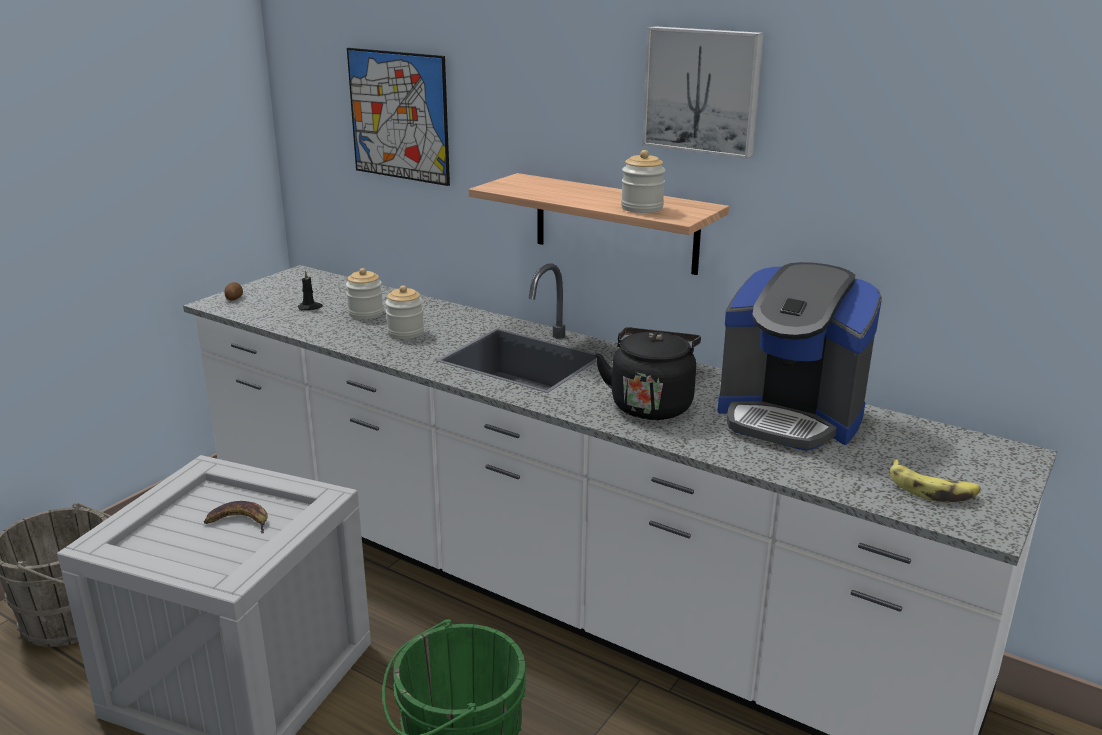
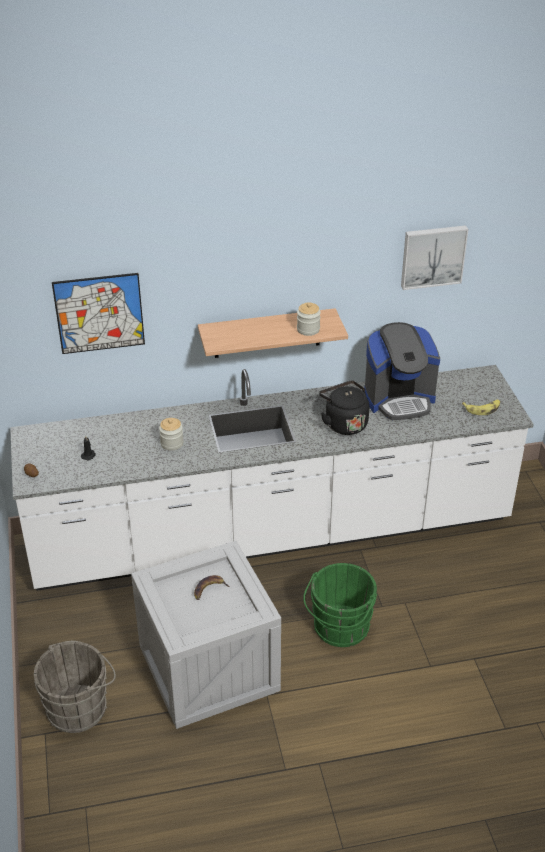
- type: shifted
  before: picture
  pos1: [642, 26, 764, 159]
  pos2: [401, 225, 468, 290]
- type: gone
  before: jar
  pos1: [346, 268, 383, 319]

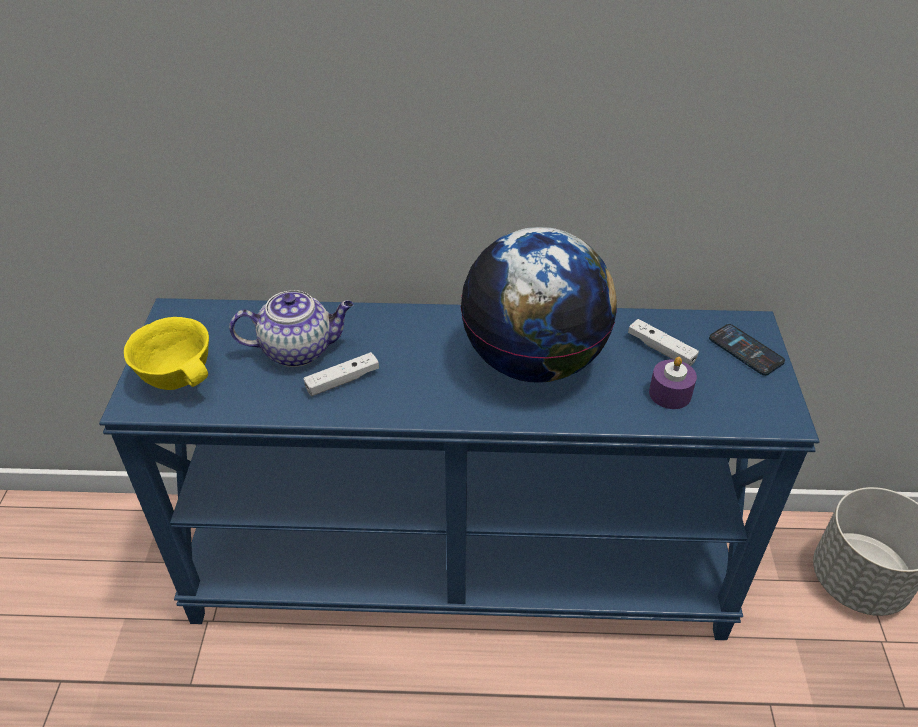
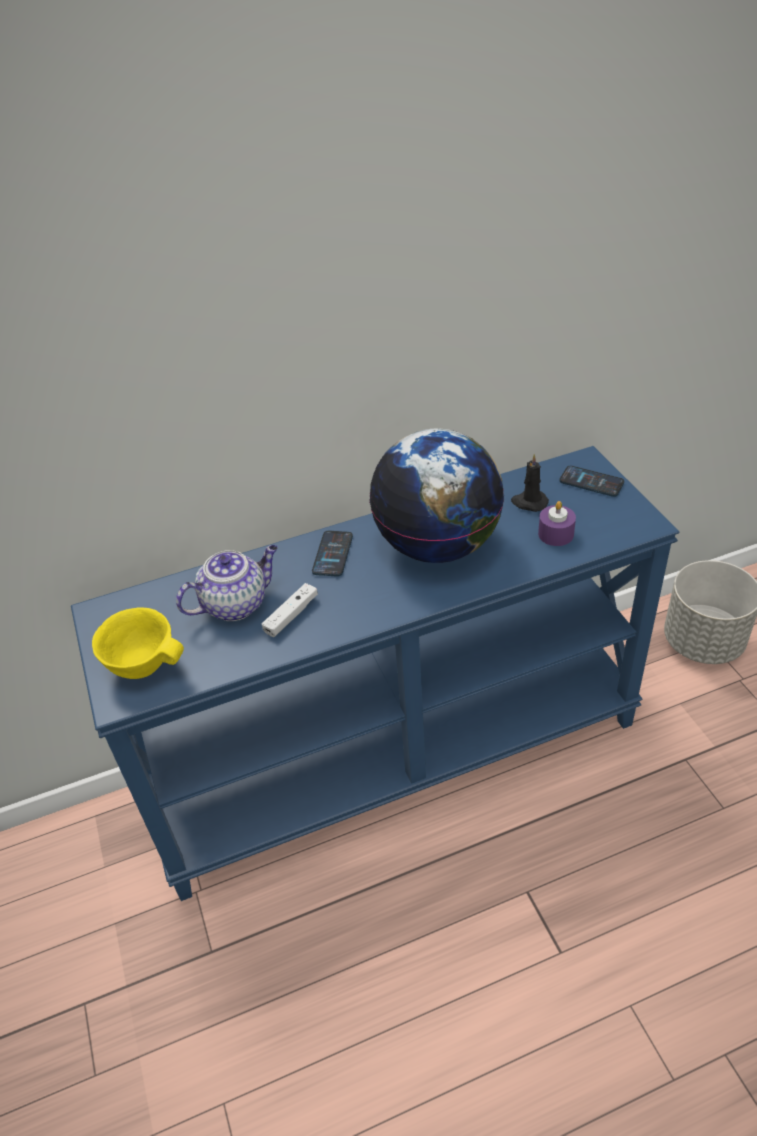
- type: new
  after: phone
  pos2: [312, 531, 353, 577]
- type: swapped
  before: white game controller
  after: black candle
  pos1: [628, 319, 699, 366]
  pos2: [511, 454, 549, 512]

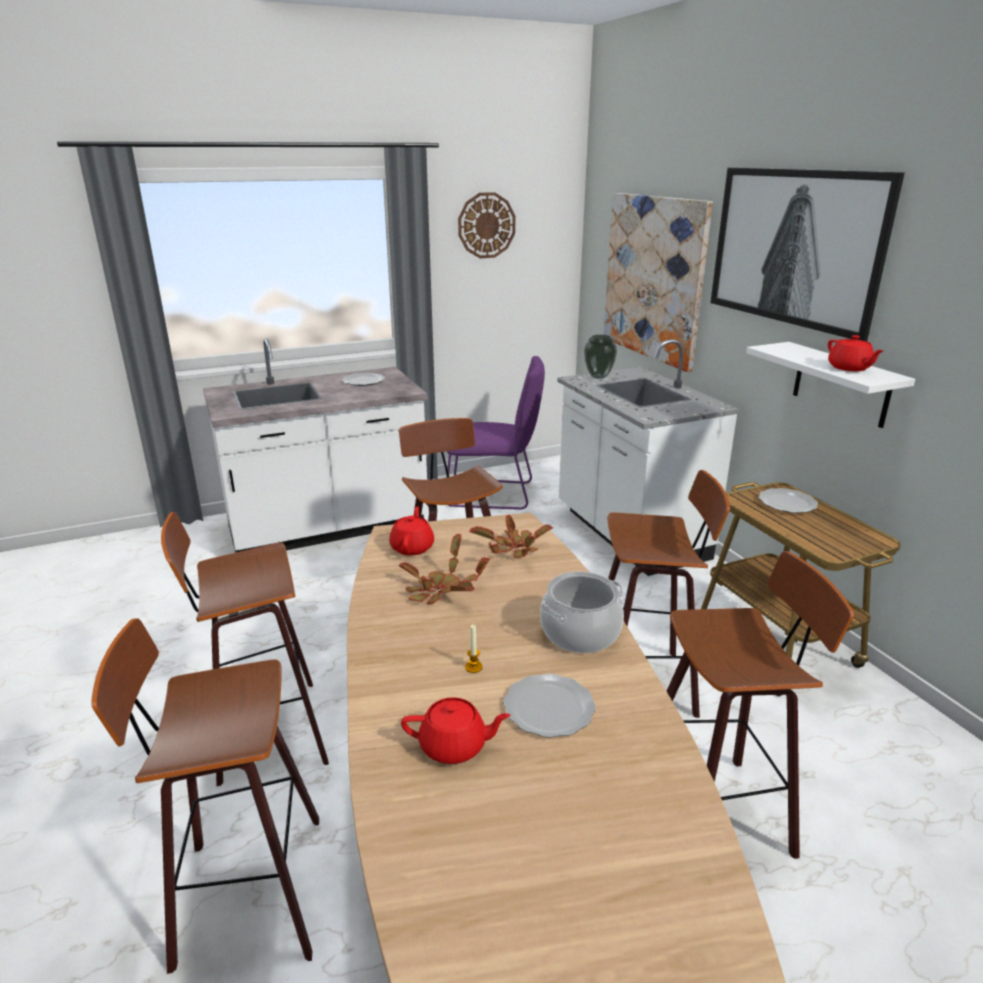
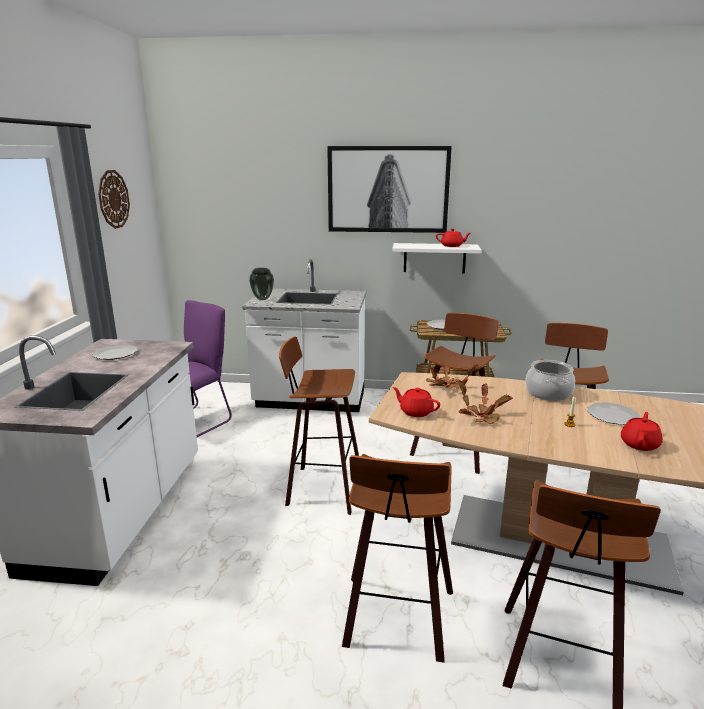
- type: gone
  before: picture
  pos1: [604, 193, 713, 372]

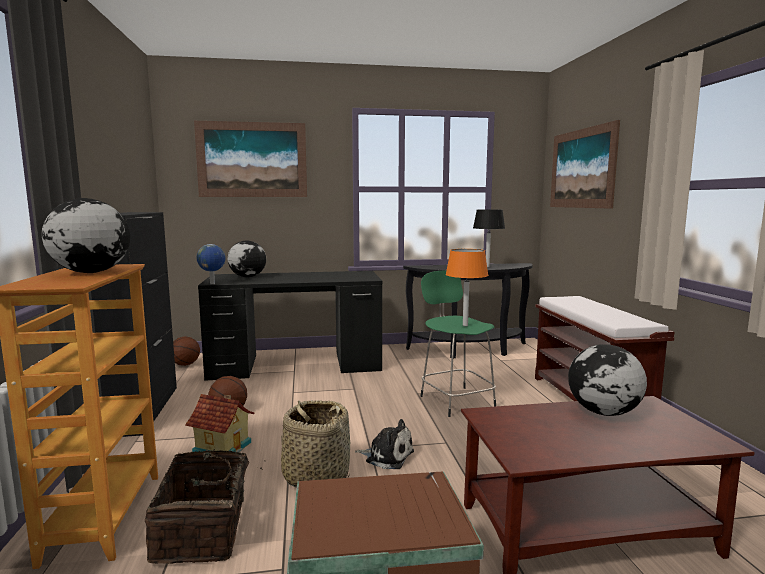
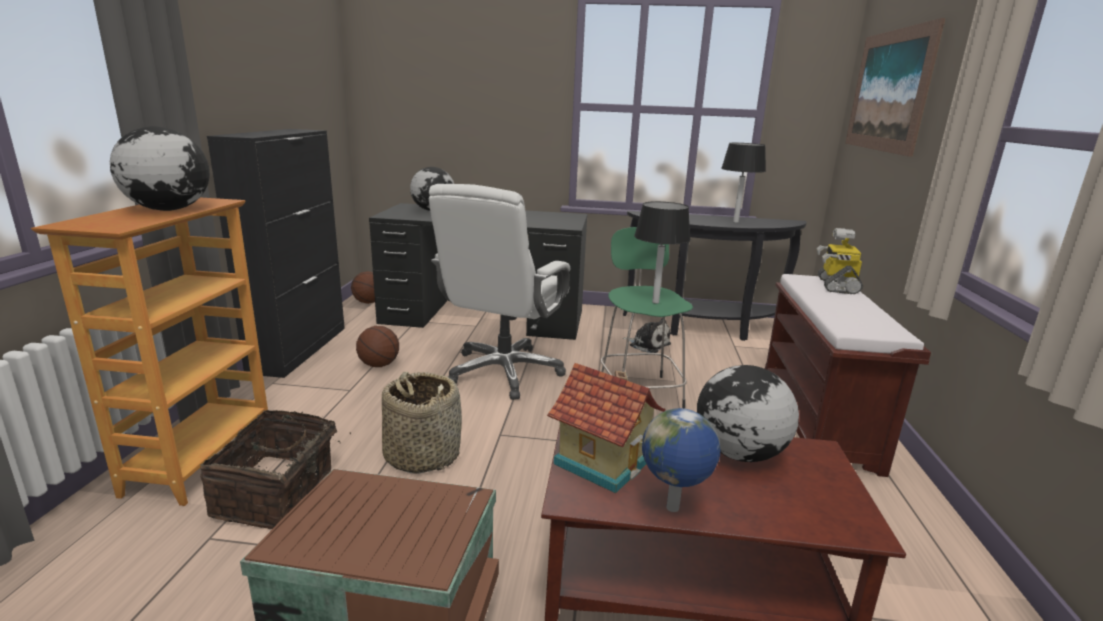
- type: new
  after: white office chair
  pos2: [429, 184, 570, 400]
- type: shifted
  before: toy house
  pos1: [185, 394, 255, 452]
  pos2: [547, 363, 666, 493]
- type: shifted
  before: plush toy
  pos1: [355, 419, 414, 469]
  pos2: [623, 318, 671, 353]
- type: repainted
  before: orange table lamp
  after: black table lamp
  pos1: [445, 249, 489, 326]
  pos2: [634, 201, 691, 304]
- type: shifted
  before: globe
  pos1: [196, 244, 225, 284]
  pos2: [642, 408, 720, 512]
- type: new
  after: toy robot
  pos2: [817, 228, 863, 294]
- type: gone
  before: picture
  pos1: [194, 121, 307, 197]

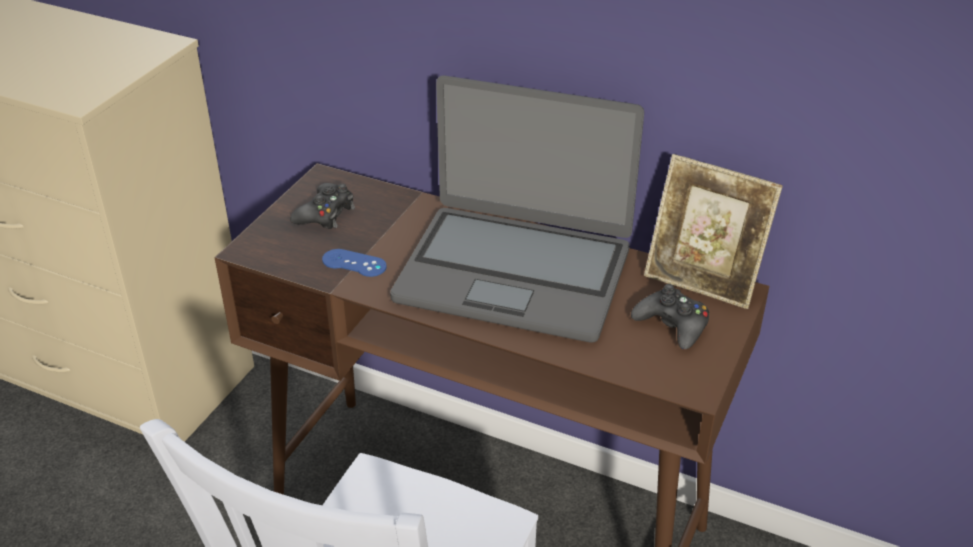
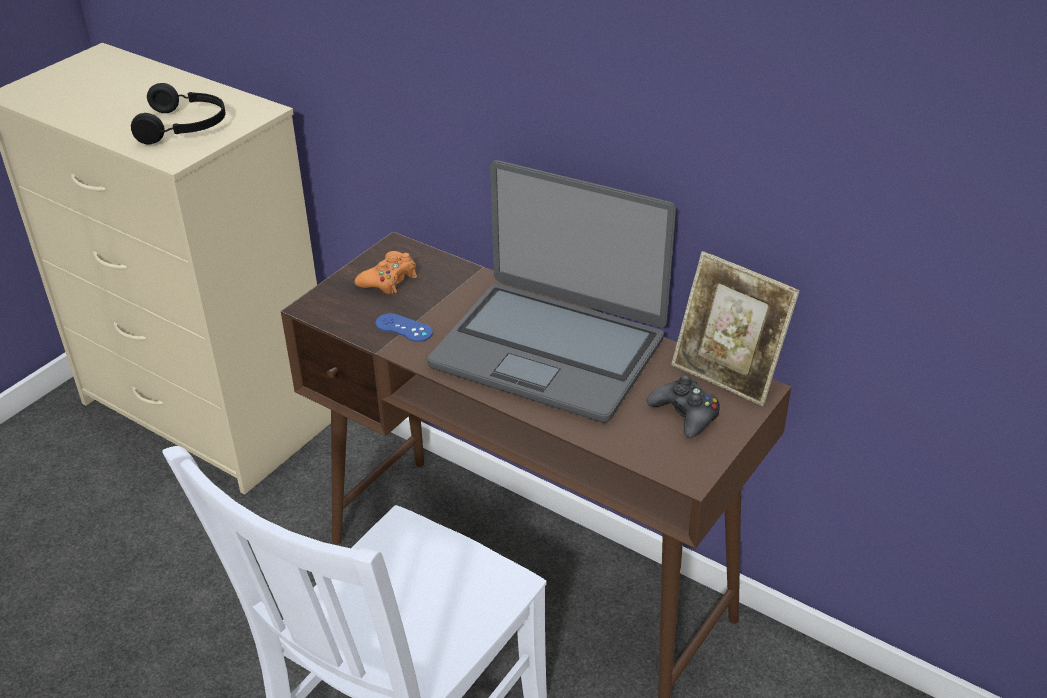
- type: new
  after: black headphones
  pos2: [131, 83, 226, 144]
- type: repainted
  before: black game controller
  after: orange game controller
  pos1: [290, 183, 355, 229]
  pos2: [355, 251, 417, 294]

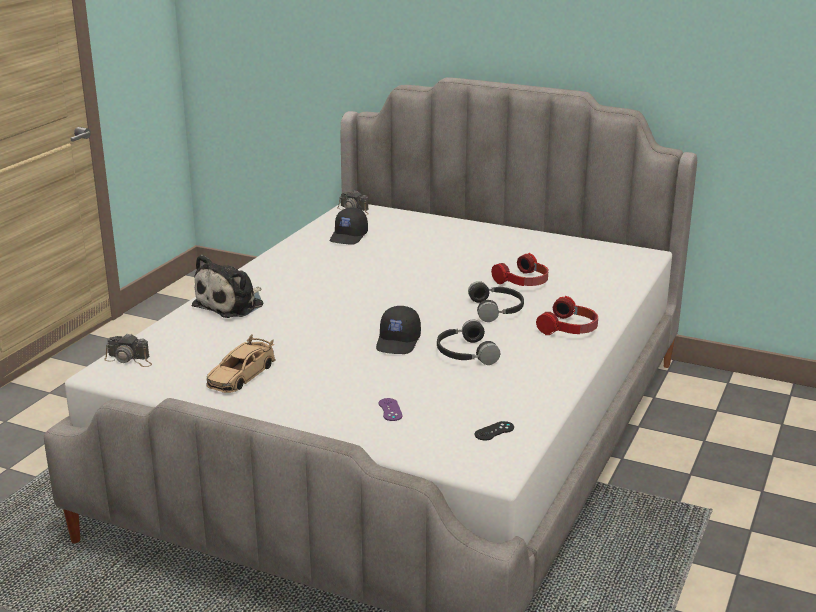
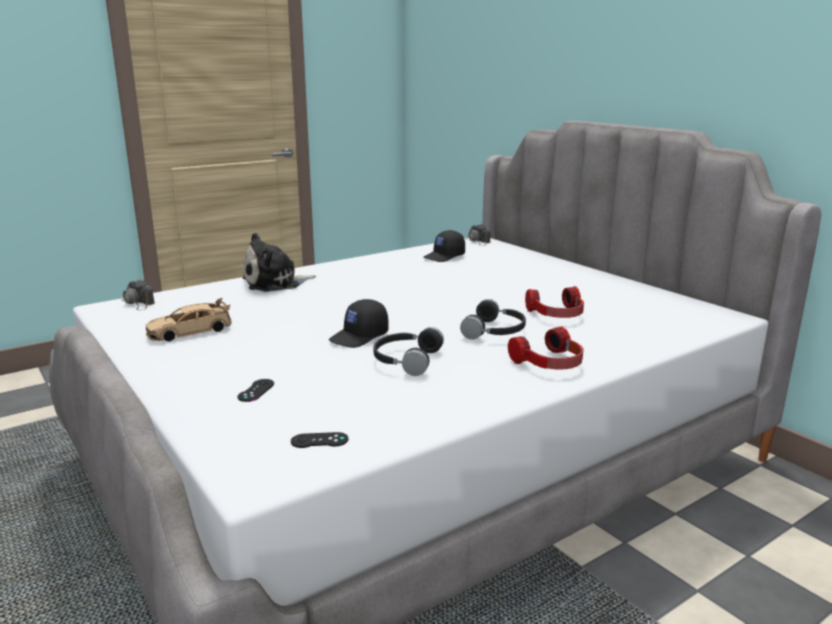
- type: repainted
  before: purple game controller
  after: black game controller
  pos1: [379, 398, 403, 421]
  pos2: [237, 379, 274, 402]

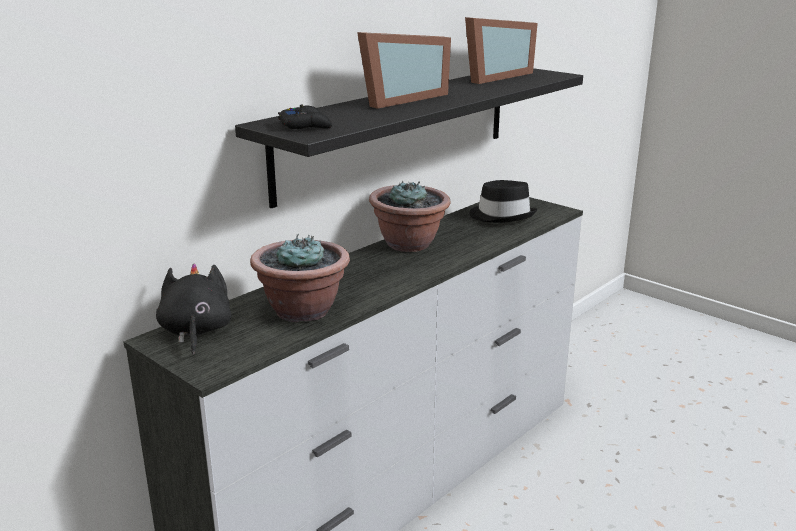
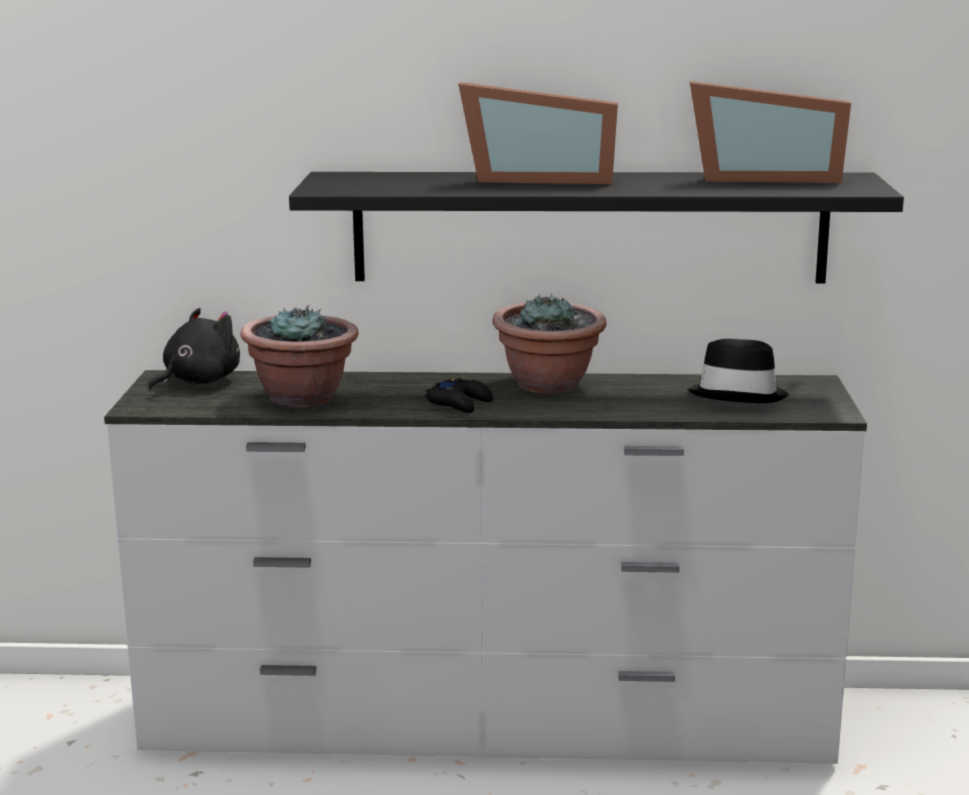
- type: shifted
  before: black game controller
  pos1: [278, 105, 332, 129]
  pos2: [425, 378, 493, 413]

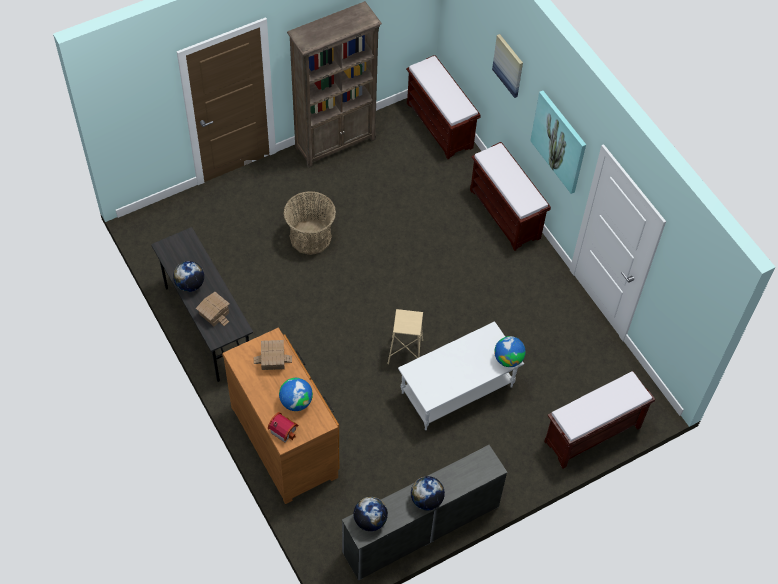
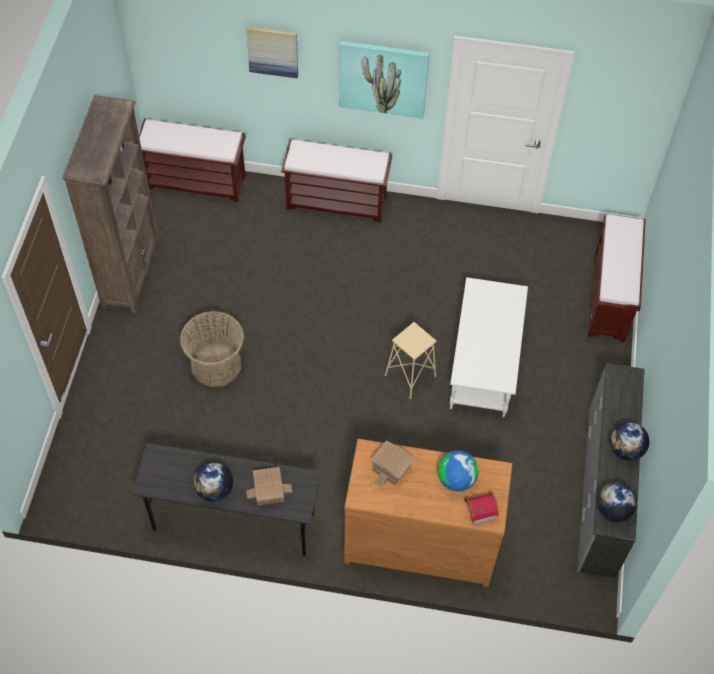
- type: gone
  before: globe
  pos1: [494, 336, 526, 367]

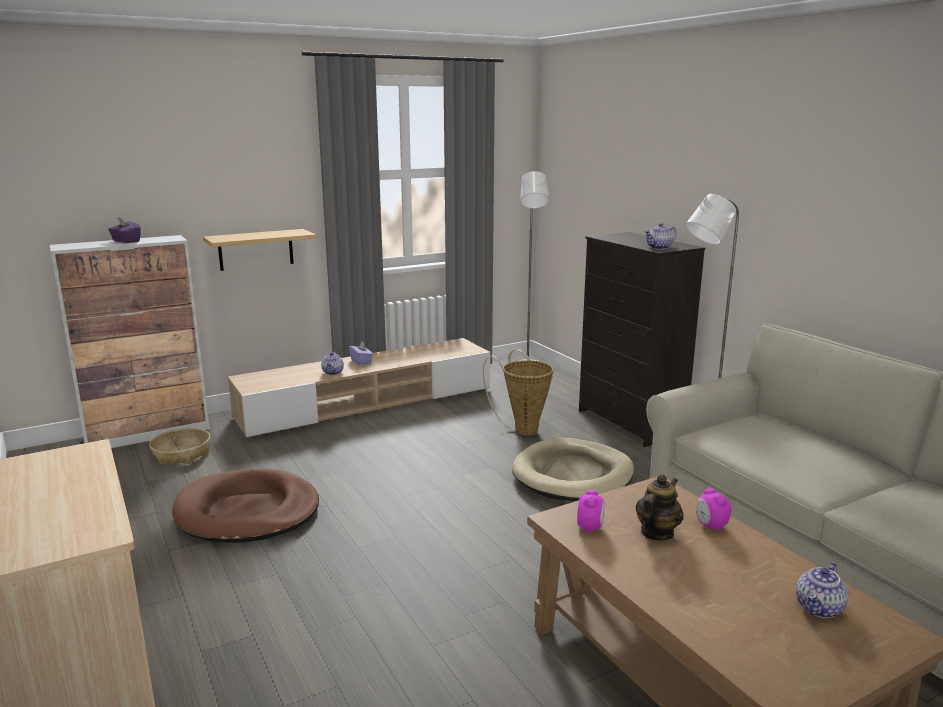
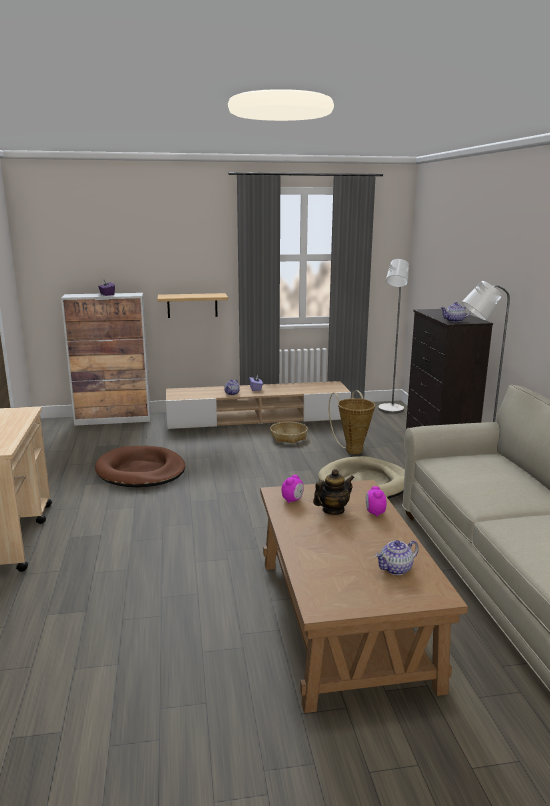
- type: shifted
  before: basket
  pos1: [149, 428, 210, 464]
  pos2: [270, 422, 308, 444]

